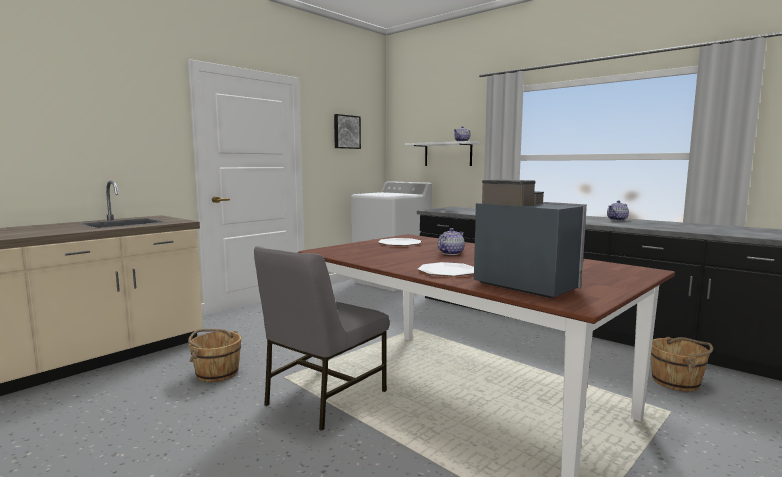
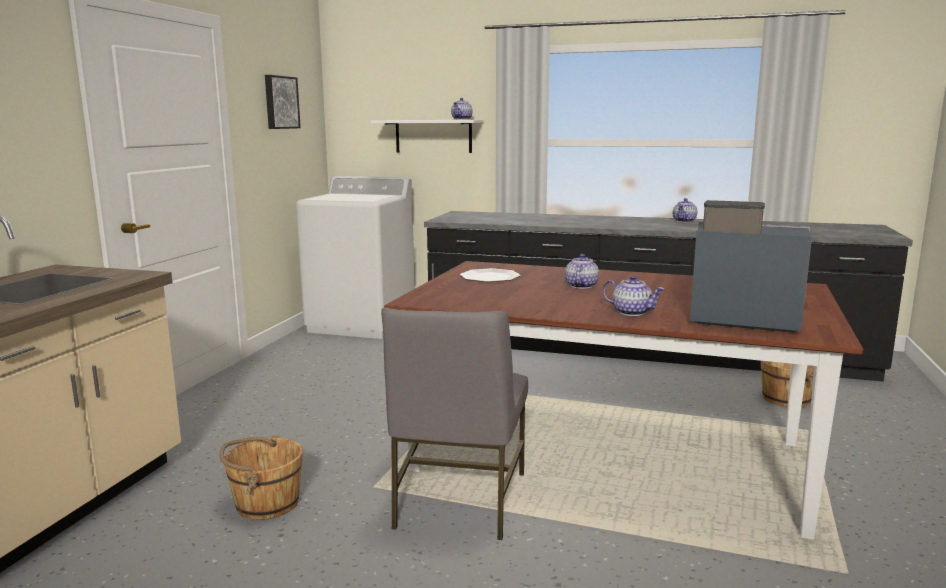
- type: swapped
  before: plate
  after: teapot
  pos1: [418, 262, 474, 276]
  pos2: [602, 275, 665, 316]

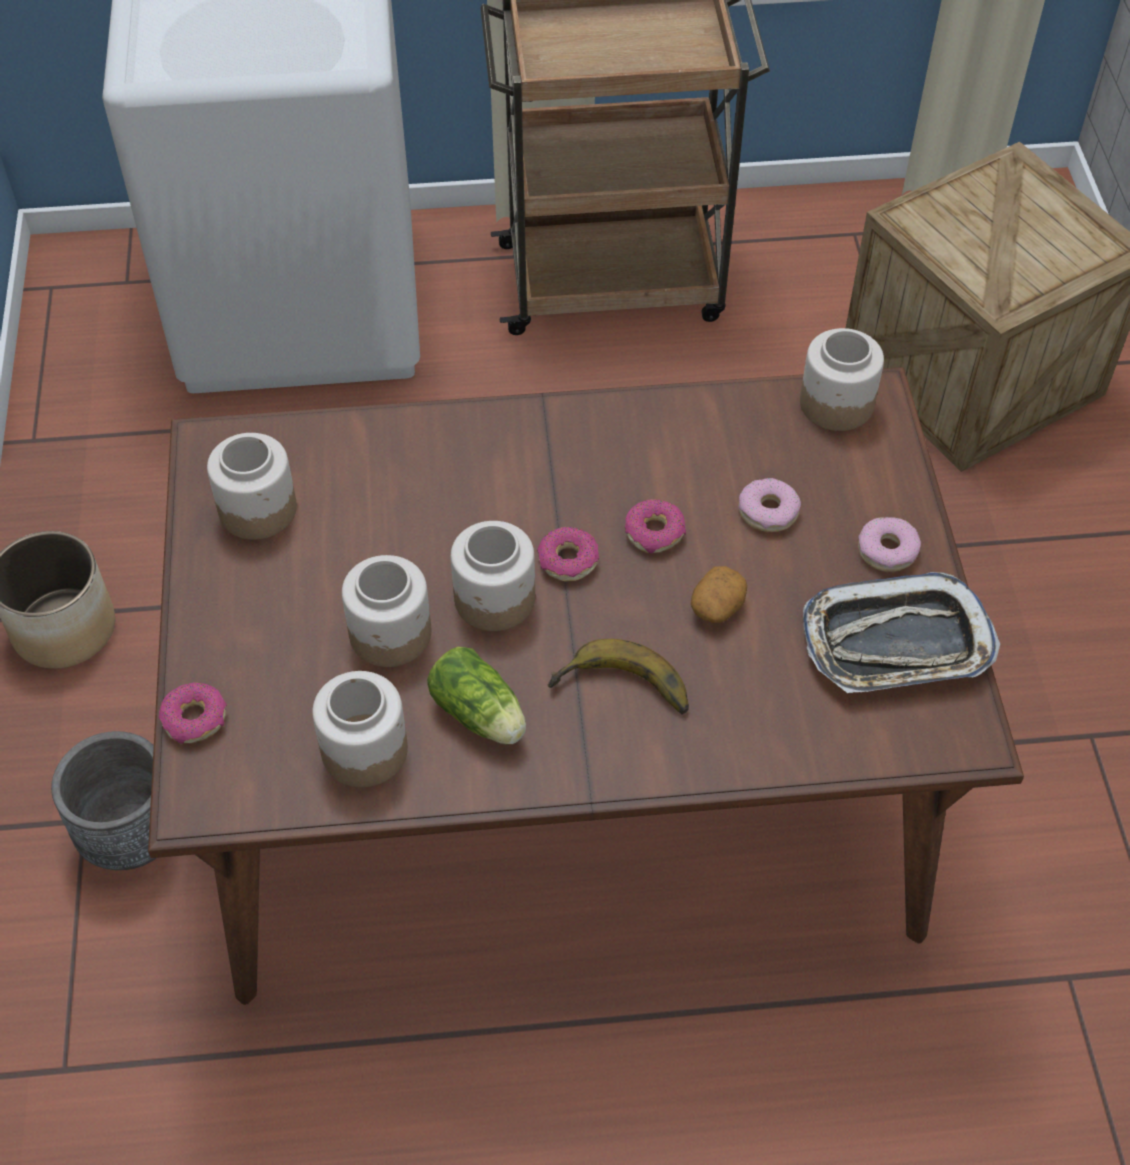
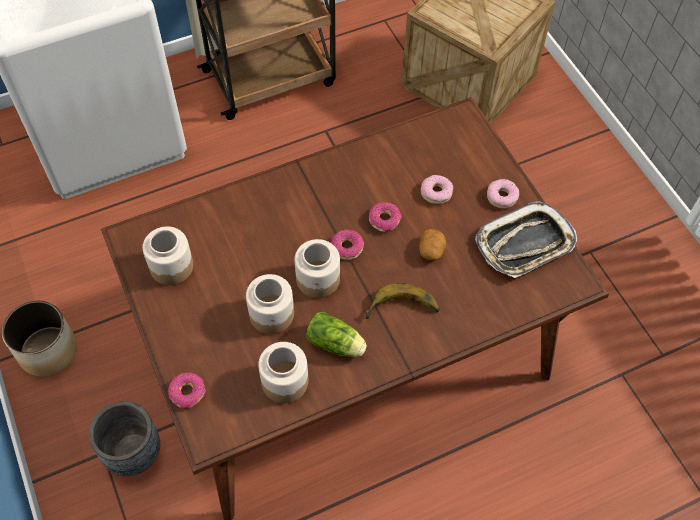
- type: gone
  before: jar
  pos1: [800, 328, 884, 431]

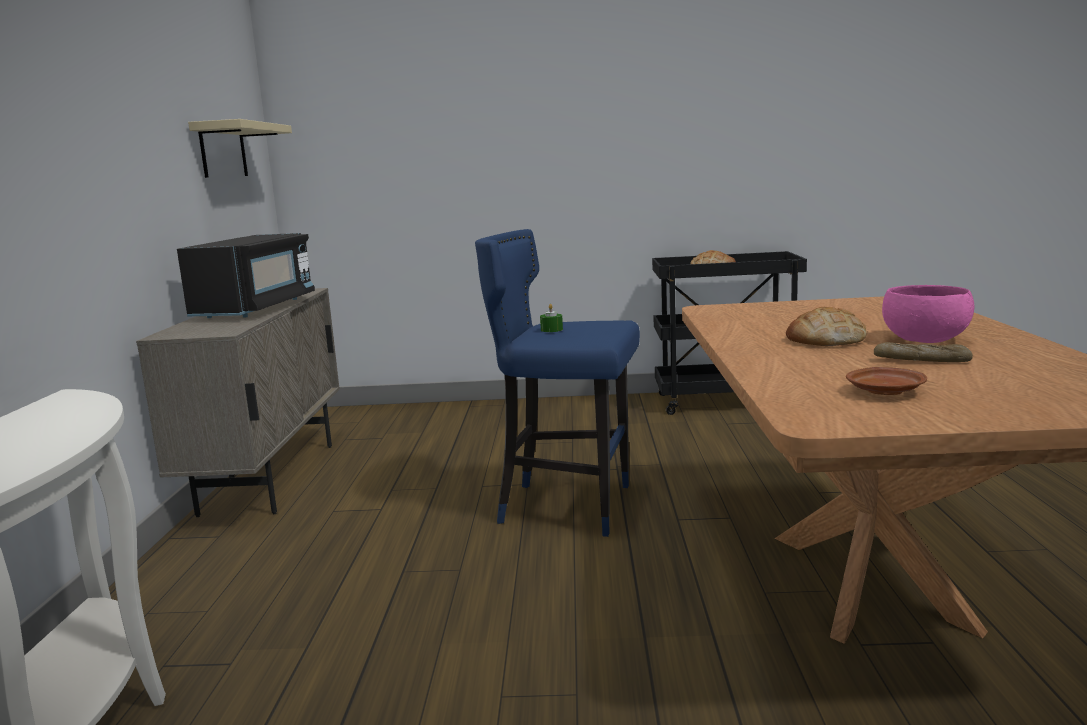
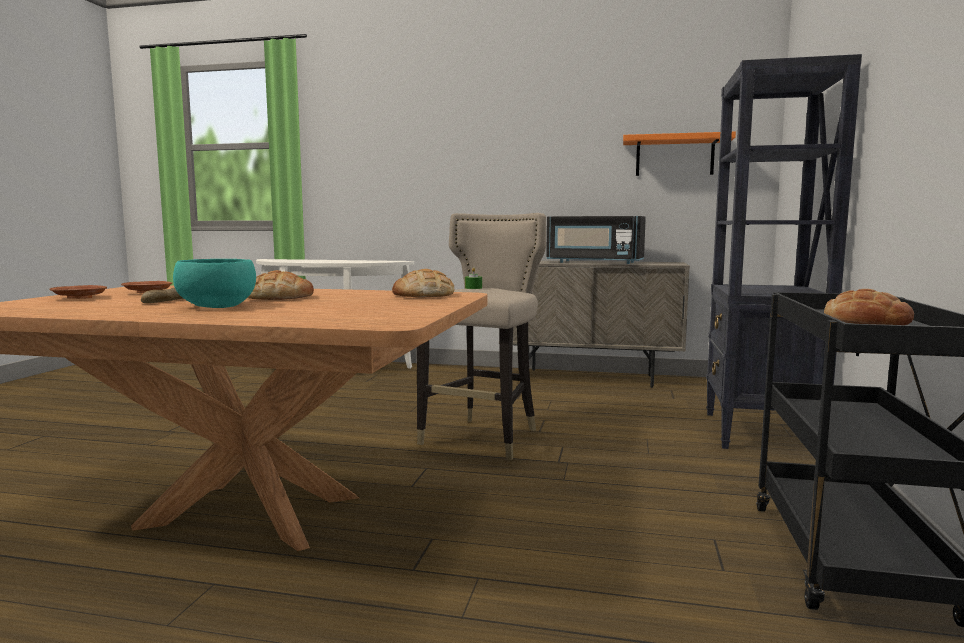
- type: new
  after: brown plate
  pos2: [49, 285, 107, 299]
- type: repainted
  before: pink bowl
  after: turquoise bowl
  pos1: [882, 285, 974, 343]
  pos2: [173, 259, 256, 308]
- type: new
  after: bread
  pos2: [392, 269, 454, 297]
- type: repainted
  before: blue stool
  after: beige stool
  pos1: [475, 229, 640, 537]
  pos2: [417, 213, 546, 460]
- type: repainted
  before: beige shelf
  after: orange shelf
  pos1: [188, 119, 292, 178]
  pos2: [623, 131, 736, 176]
- type: new
  after: black bookcase
  pos2: [706, 54, 862, 449]

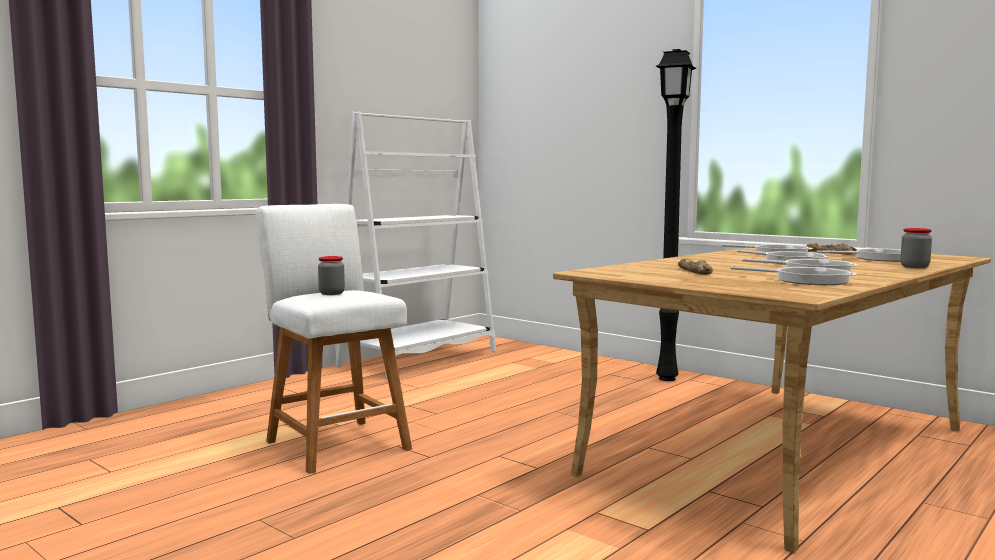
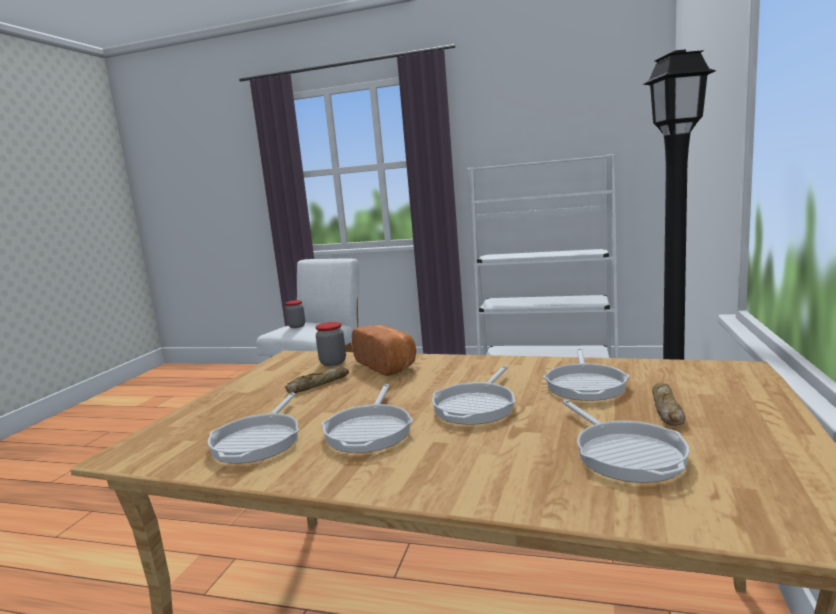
- type: shifted
  before: jar
  pos1: [900, 228, 932, 268]
  pos2: [316, 322, 346, 366]
- type: new
  after: bread
  pos2: [352, 325, 416, 376]

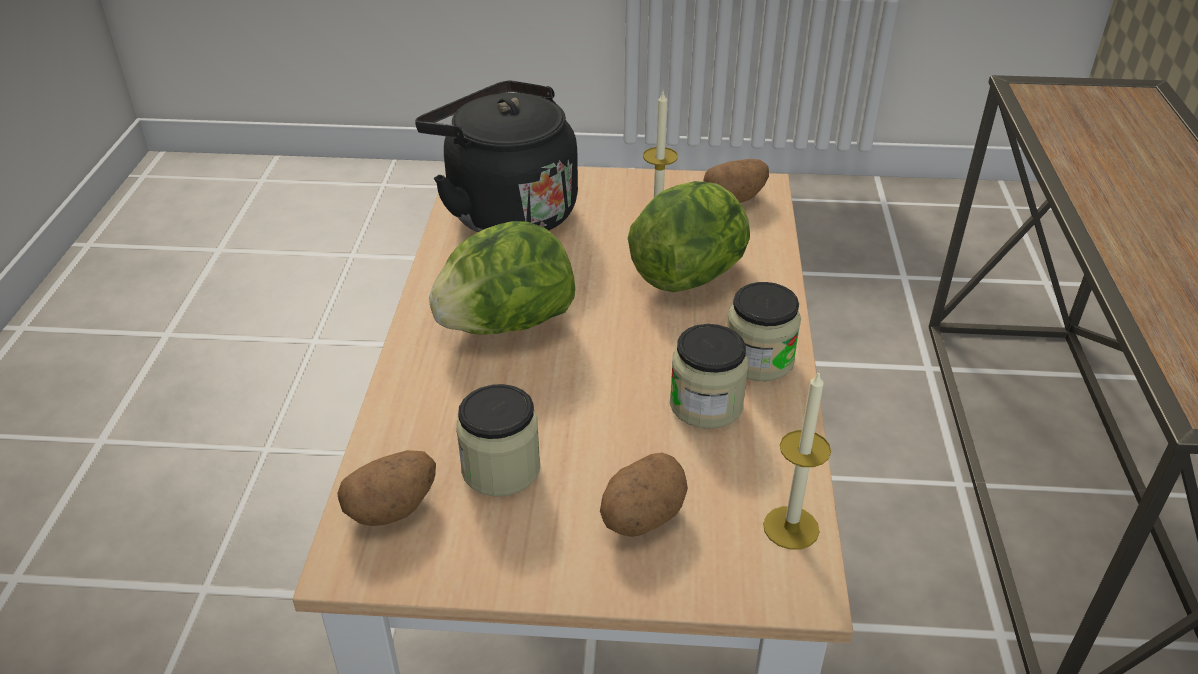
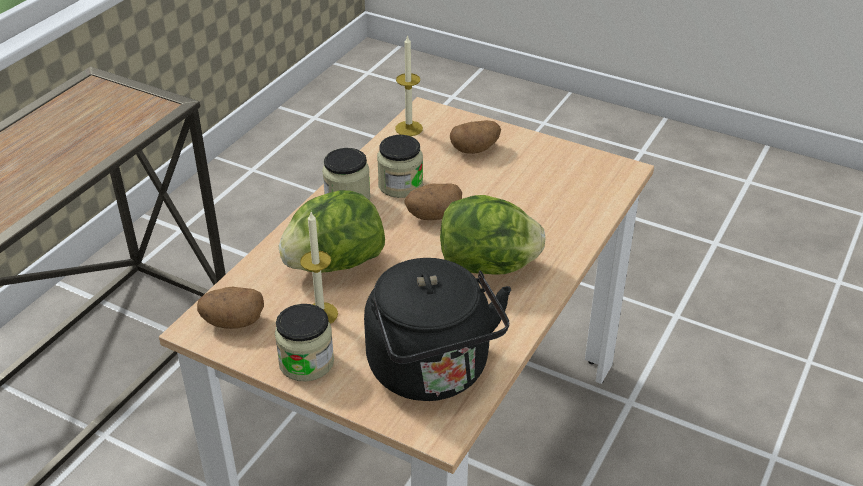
- type: shifted
  before: jar
  pos1: [456, 384, 540, 497]
  pos2: [275, 304, 334, 382]
- type: shifted
  before: potato
  pos1: [337, 450, 436, 526]
  pos2: [404, 183, 462, 220]

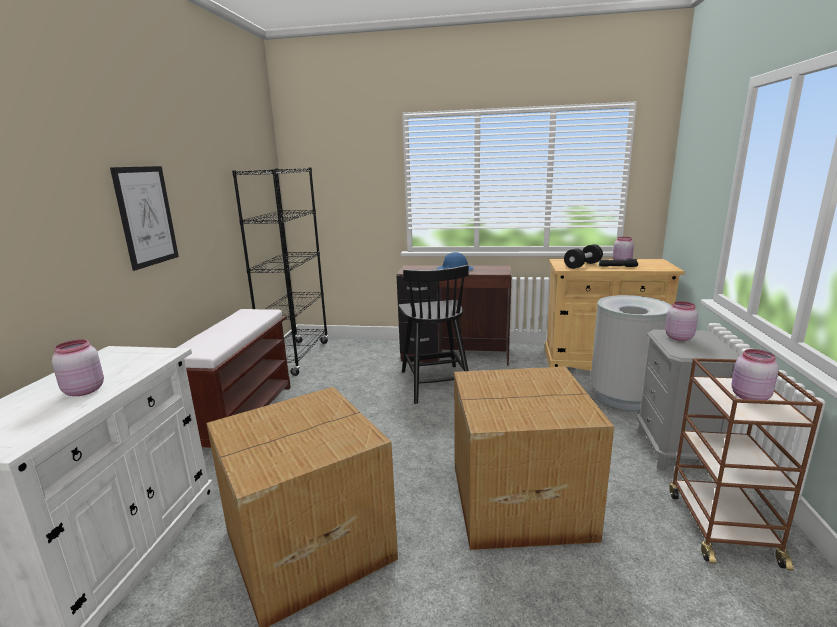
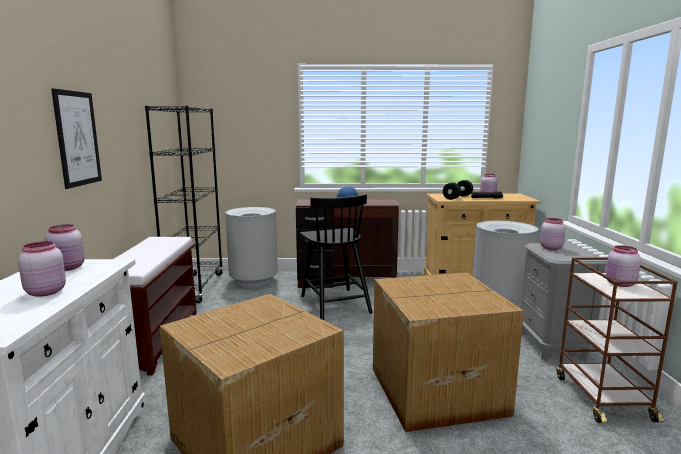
- type: new
  after: pink jar
  pos2: [45, 224, 85, 271]
- type: new
  after: grey trash can
  pos2: [225, 207, 278, 288]

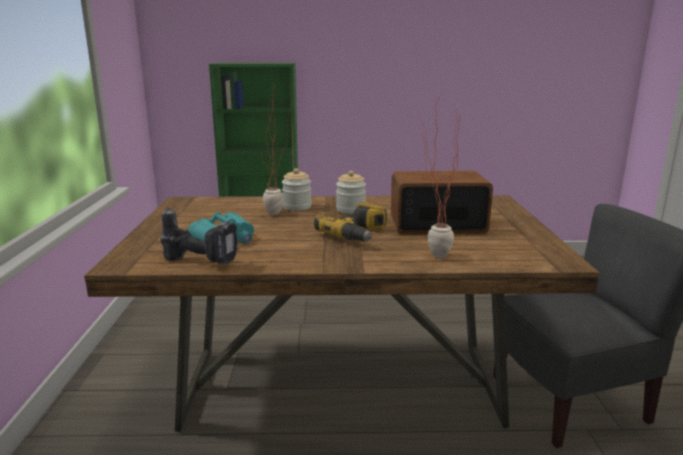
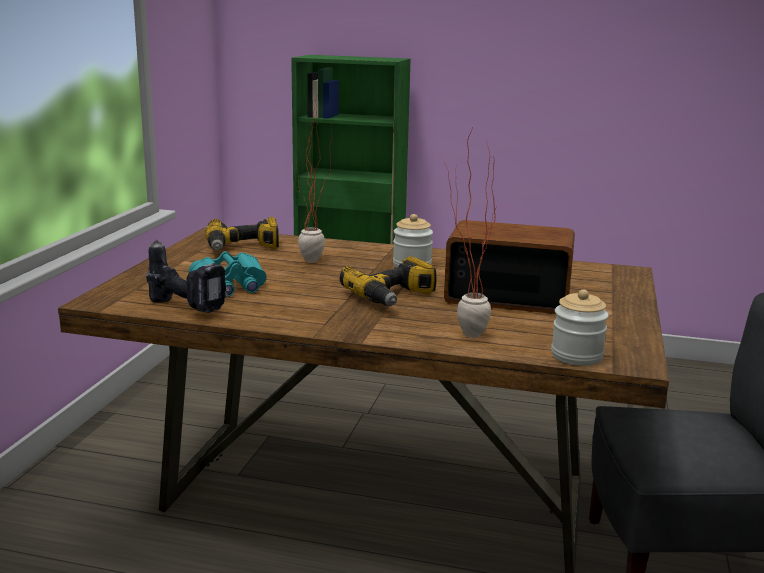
- type: new
  after: power drill
  pos2: [206, 217, 279, 251]
- type: shifted
  before: jar
  pos1: [282, 168, 312, 211]
  pos2: [551, 289, 609, 366]

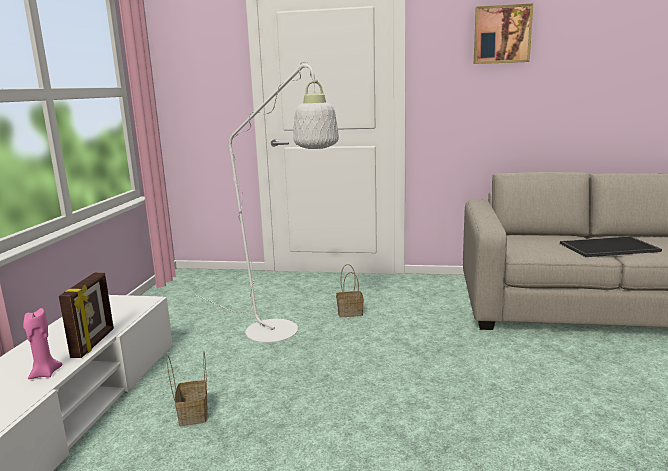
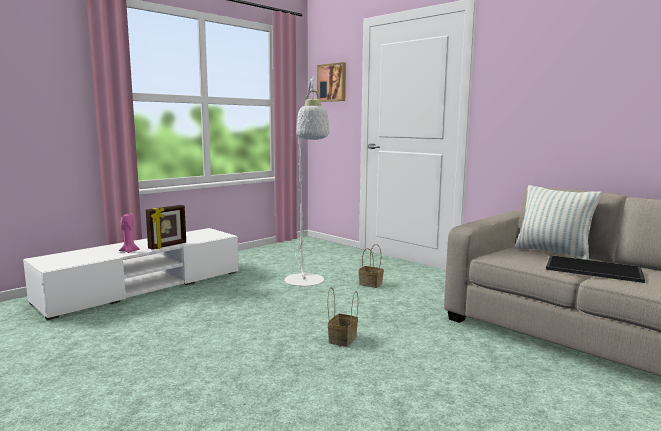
- type: shifted
  before: picture
  pos1: [474, 4, 533, 64]
  pos2: [317, 62, 346, 102]
- type: shifted
  before: basket
  pos1: [167, 351, 208, 426]
  pos2: [328, 287, 358, 347]
- type: new
  after: pillow
  pos2: [515, 185, 602, 260]

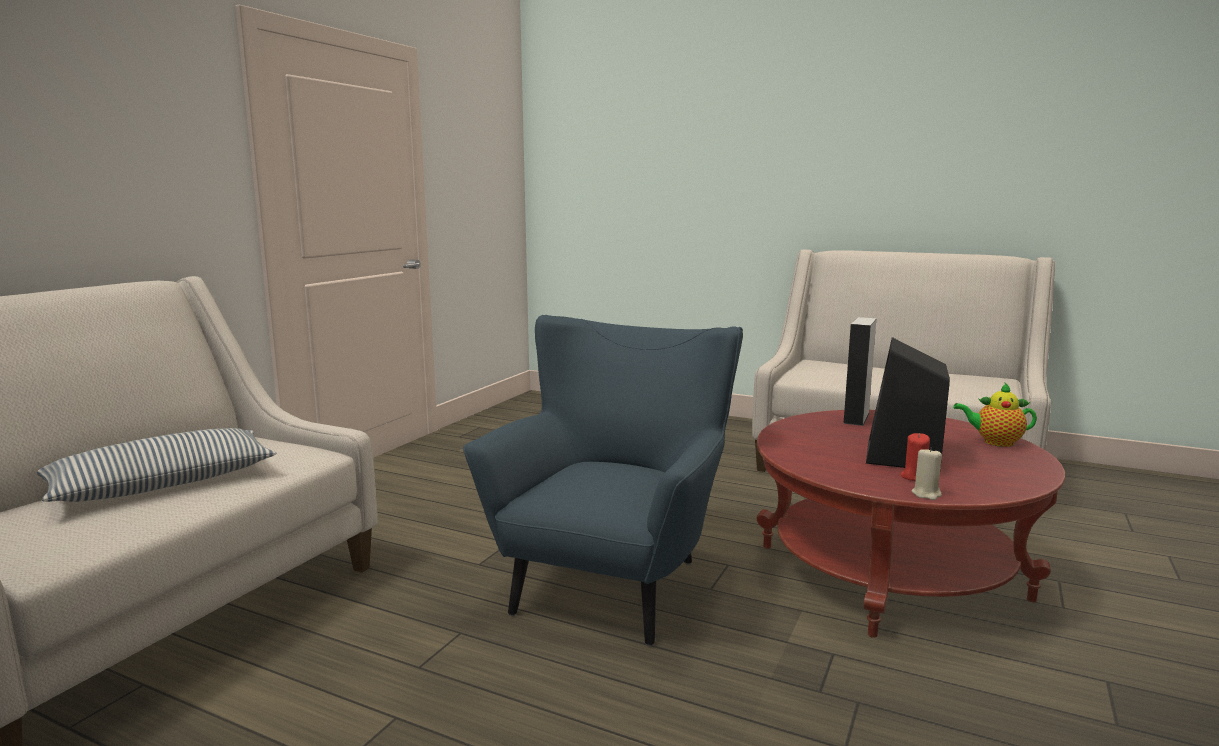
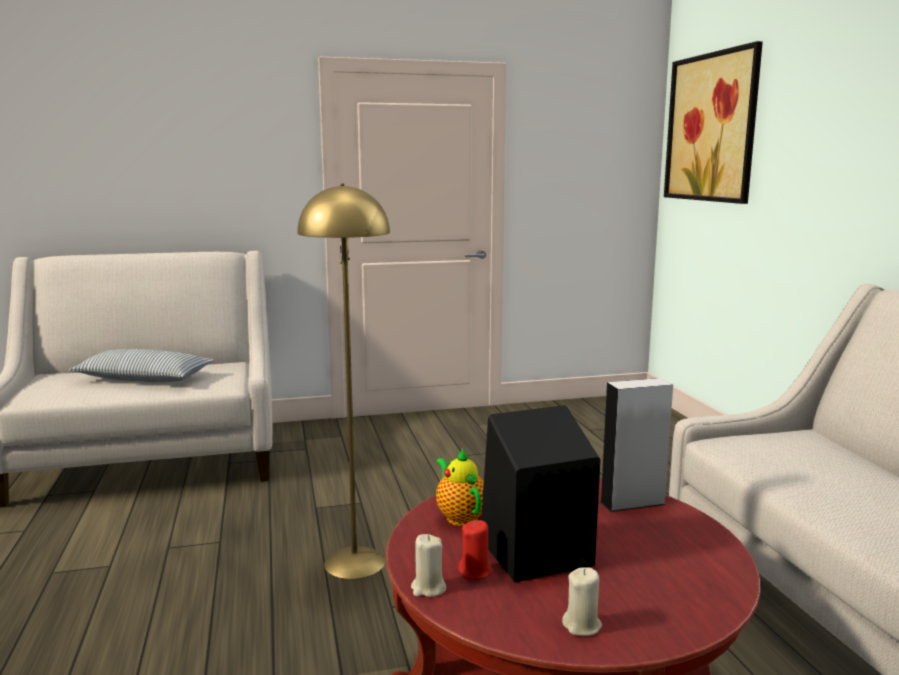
- type: swapped
  before: blue armchair
  after: yellow floor lamp
  pos1: [463, 315, 743, 646]
  pos2: [297, 183, 390, 579]
- type: shifted
  before: teapot
  pos1: [953, 382, 1037, 447]
  pos2: [436, 449, 484, 526]
- type: new
  after: beige candle
  pos2: [562, 567, 602, 636]
- type: new
  after: picture
  pos2: [664, 41, 763, 204]

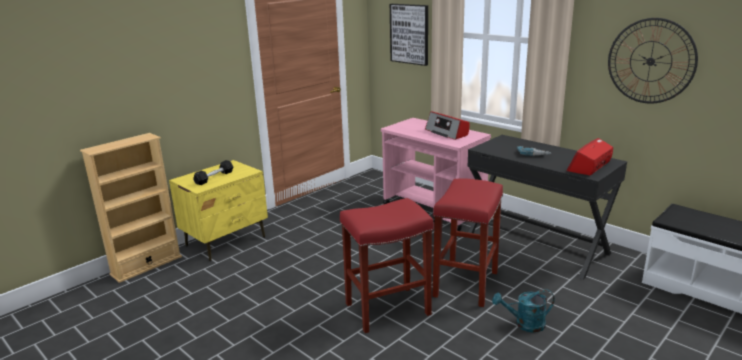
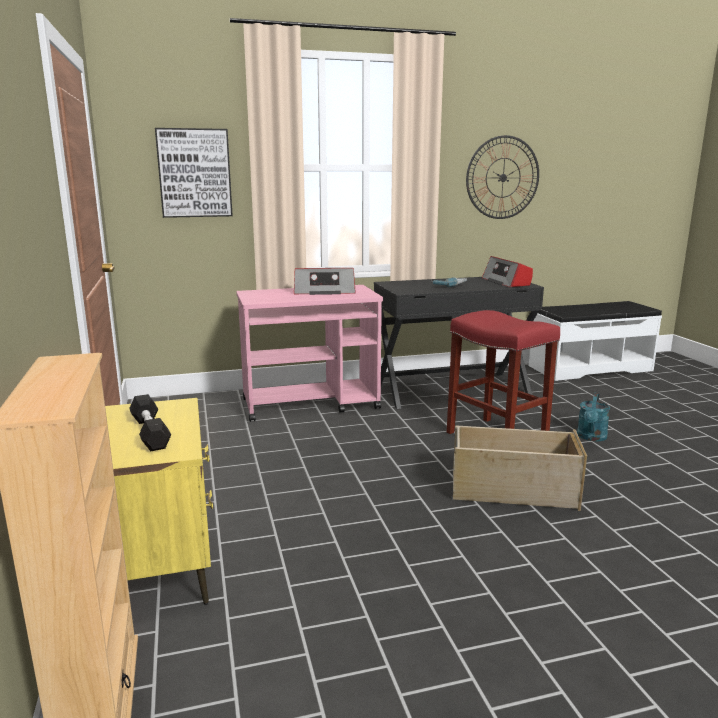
- type: swapped
  before: red stool
  after: beige storage box
  pos1: [340, 198, 434, 333]
  pos2: [453, 425, 587, 511]

